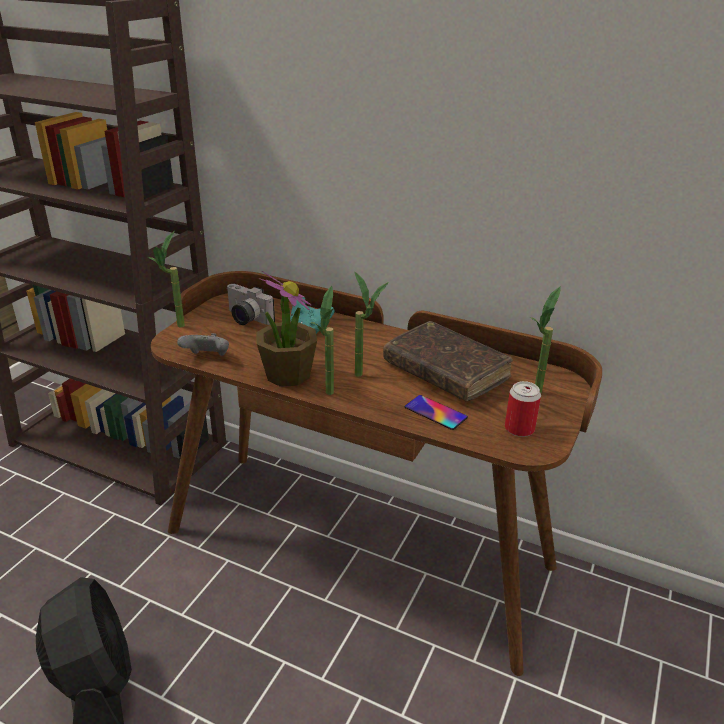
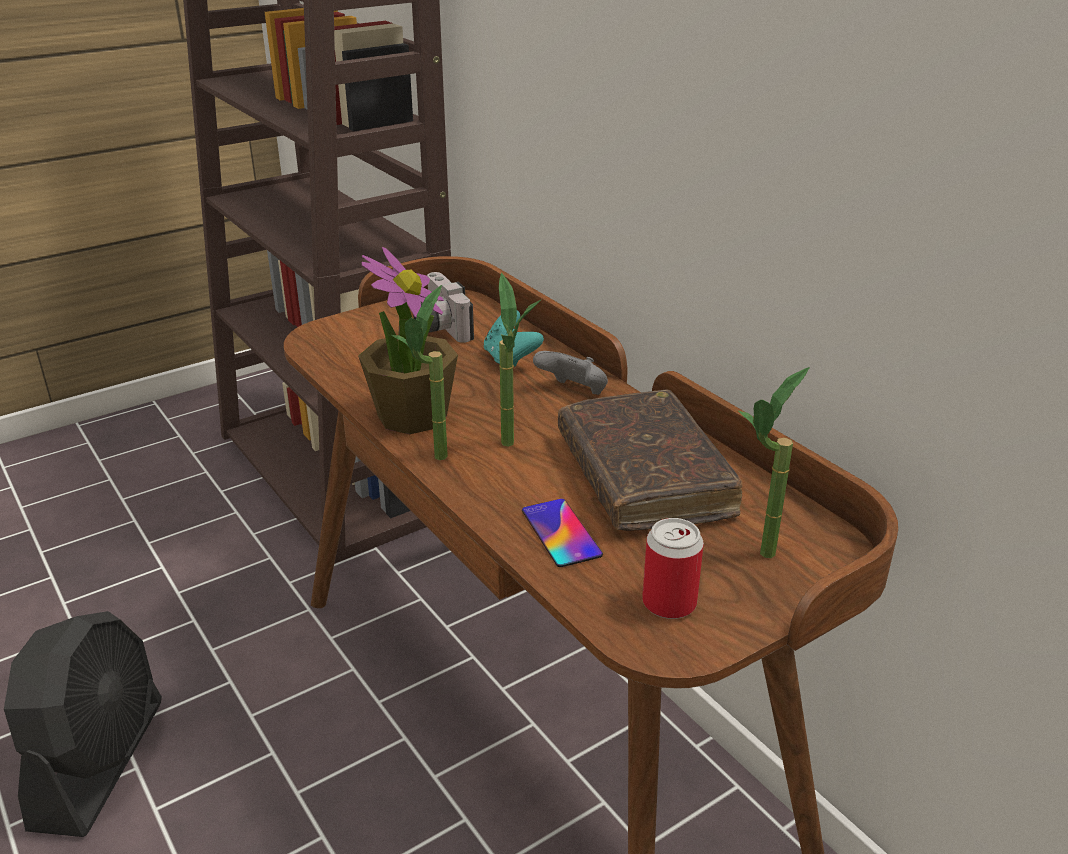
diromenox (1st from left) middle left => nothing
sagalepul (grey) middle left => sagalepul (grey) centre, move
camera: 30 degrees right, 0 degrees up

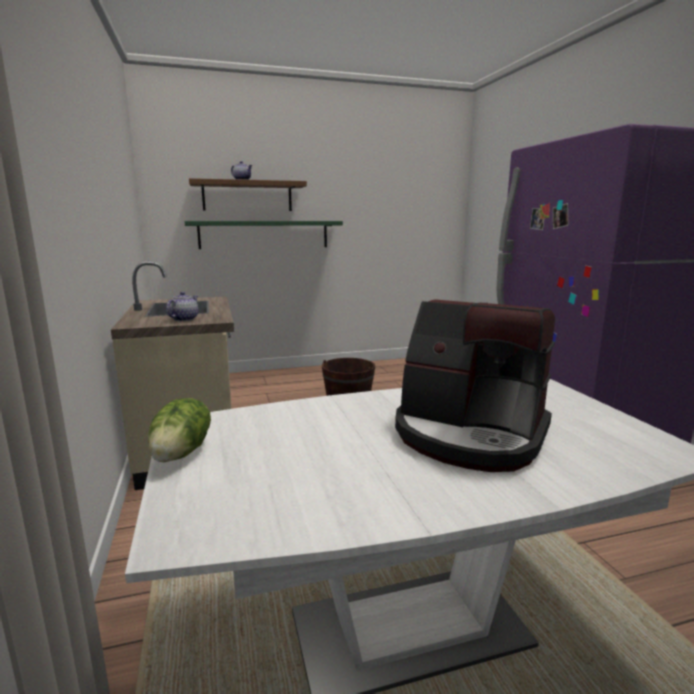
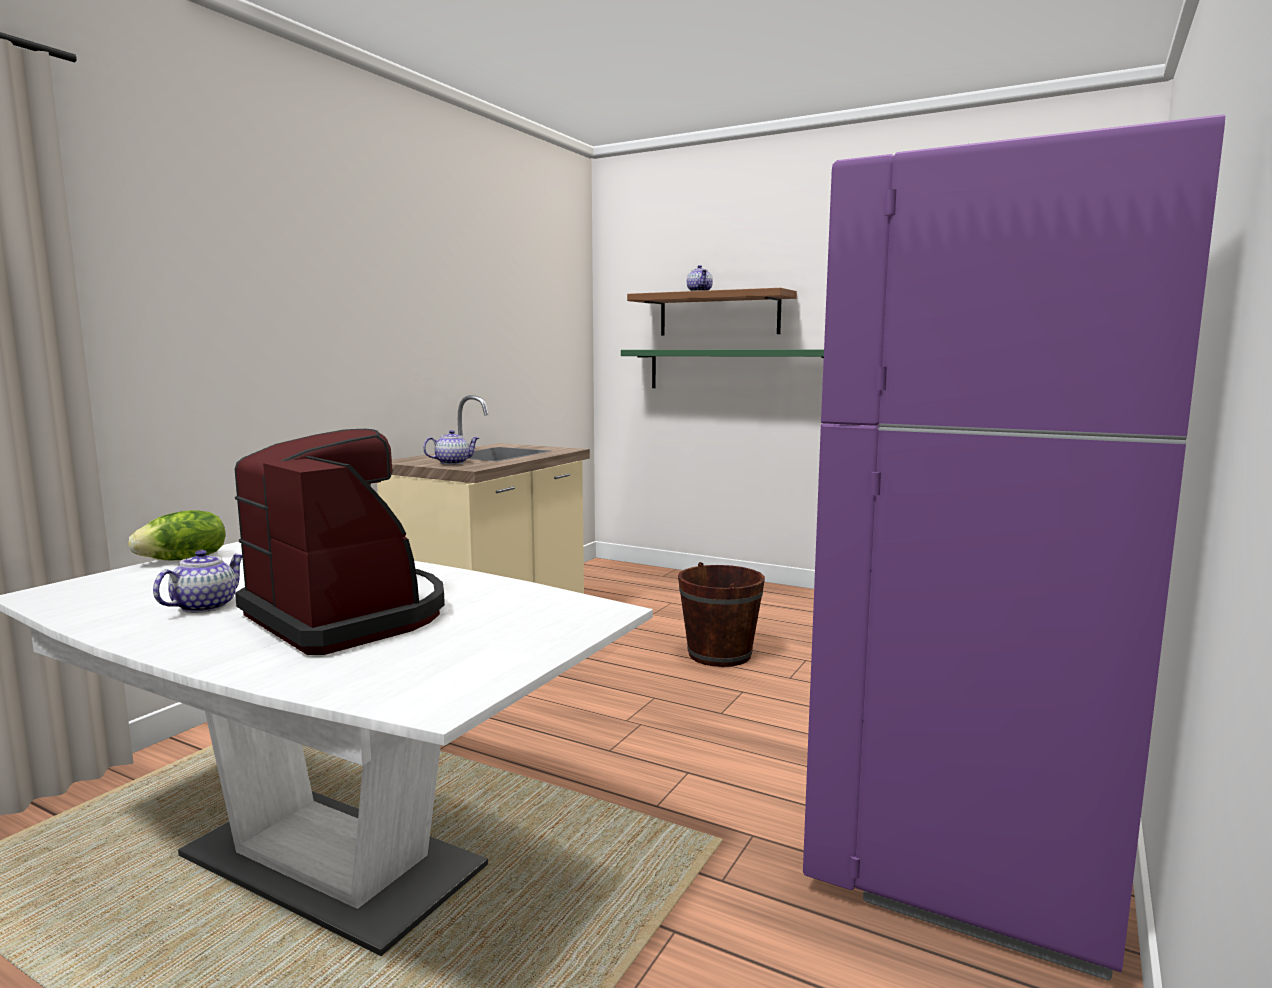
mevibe middle right => mevibe middle left, 150 degrees clockwise
nothing => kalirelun (1st from left) middle left
camera: 45 degrees right, 5 degrees down

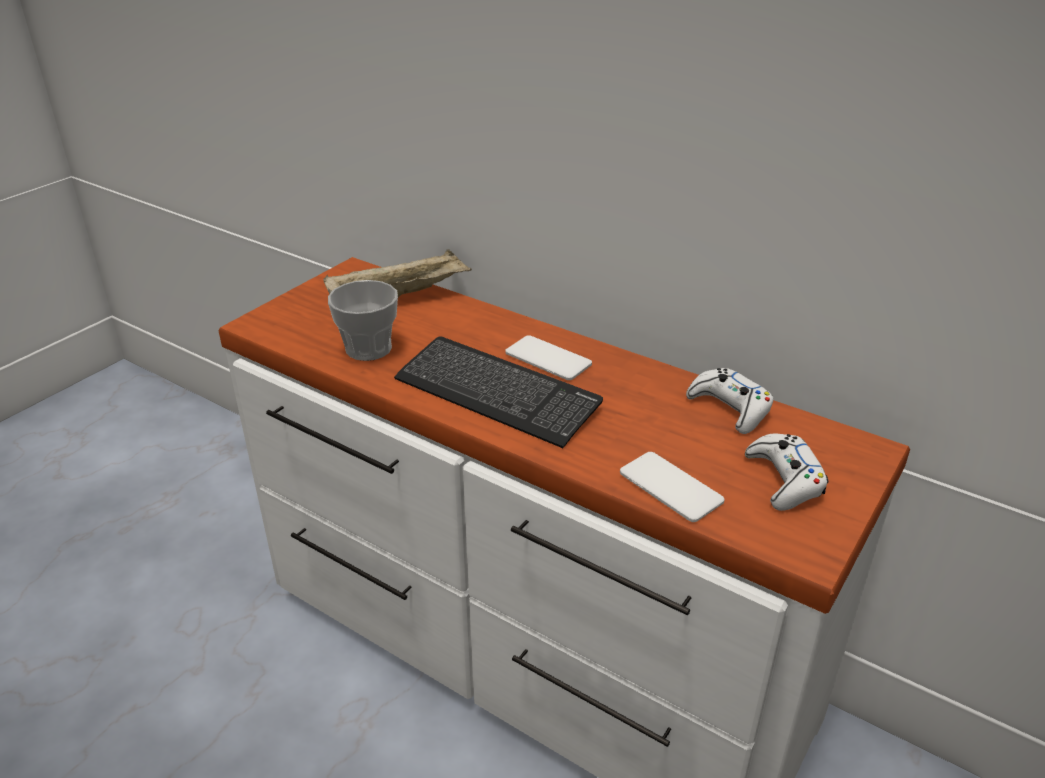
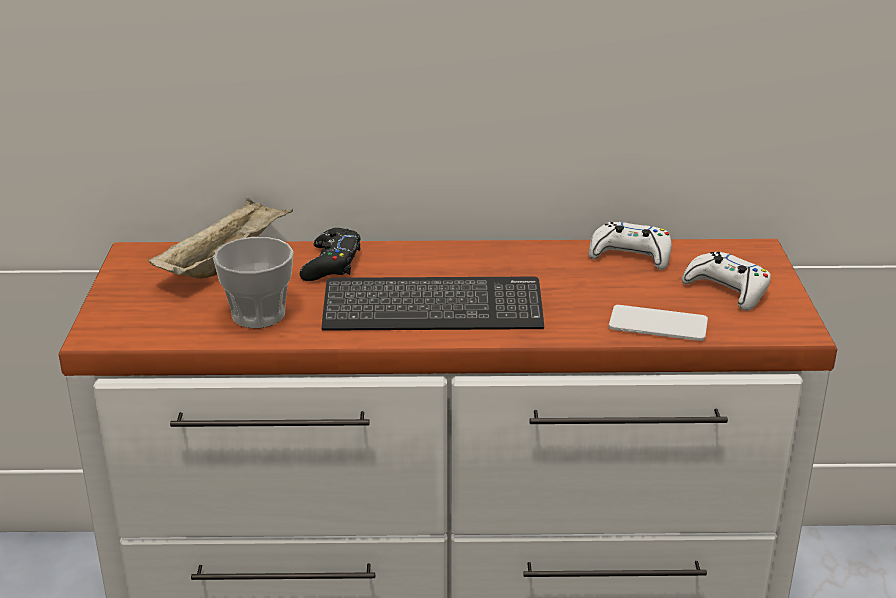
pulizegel (1st from left) centre => nothing
nothing => sagalepul (black) centre
camera: 35 degrees left, 5 degrees down

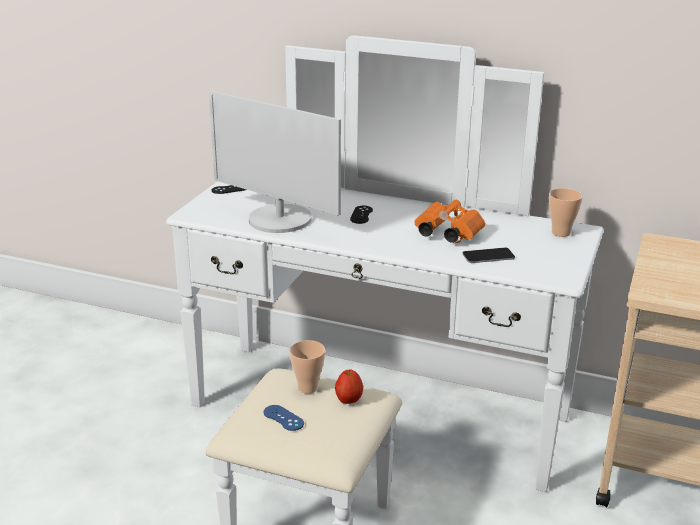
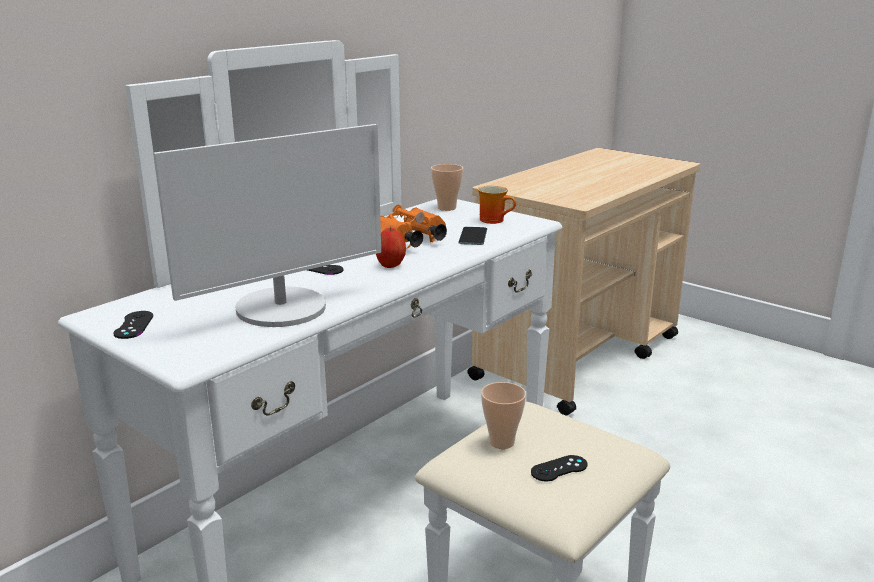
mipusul bottom centre => mipusul centre, move
sagalepul (blue) bottom centre => sagalepul (black) (3rd from left) bottom centre
nothing => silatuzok centre
camera: 70 degrees left, 5 degrees down

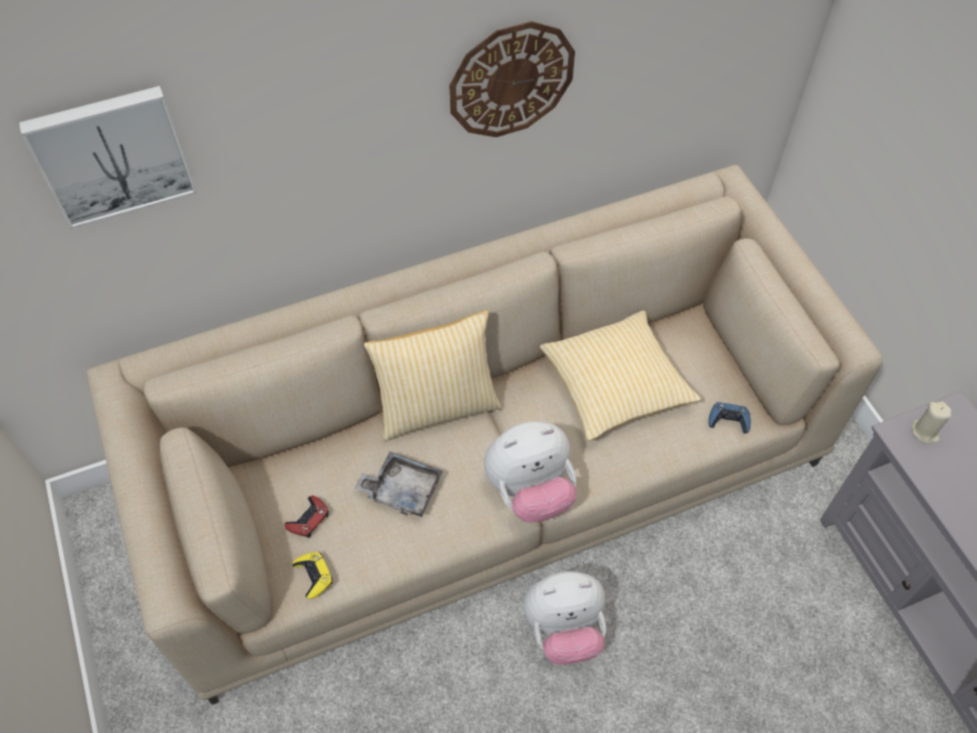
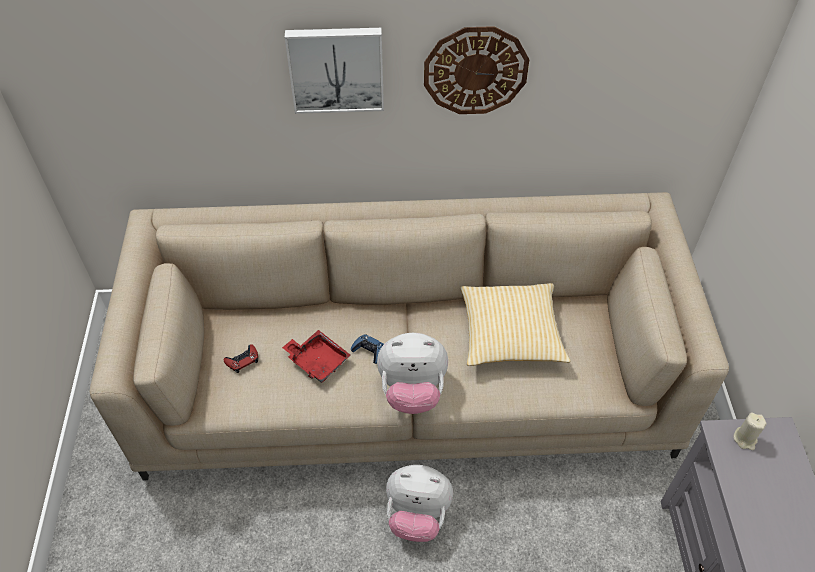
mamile top left => mamile top centre, move
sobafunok (1st from left) centre => nothing
sagalepul (blue) middle right => sagalepul (blue) centre, move
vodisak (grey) centre => vodisak (red) centre
sagalepul (yellow) bottom left => nothing
camera: 20 degrees right, 5 degrees down

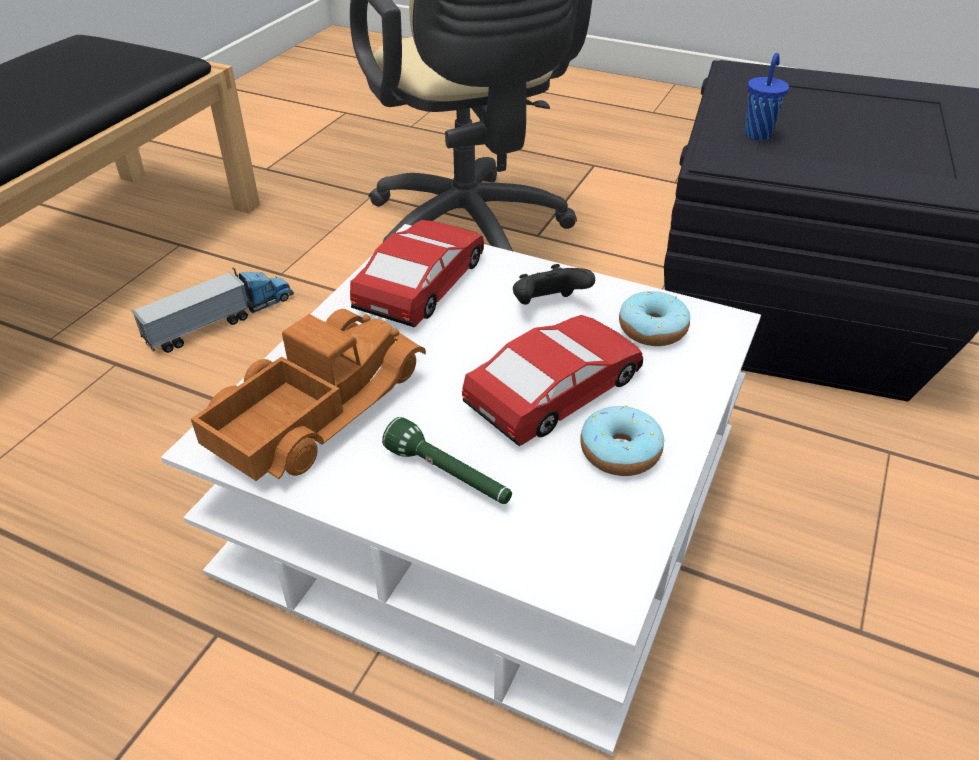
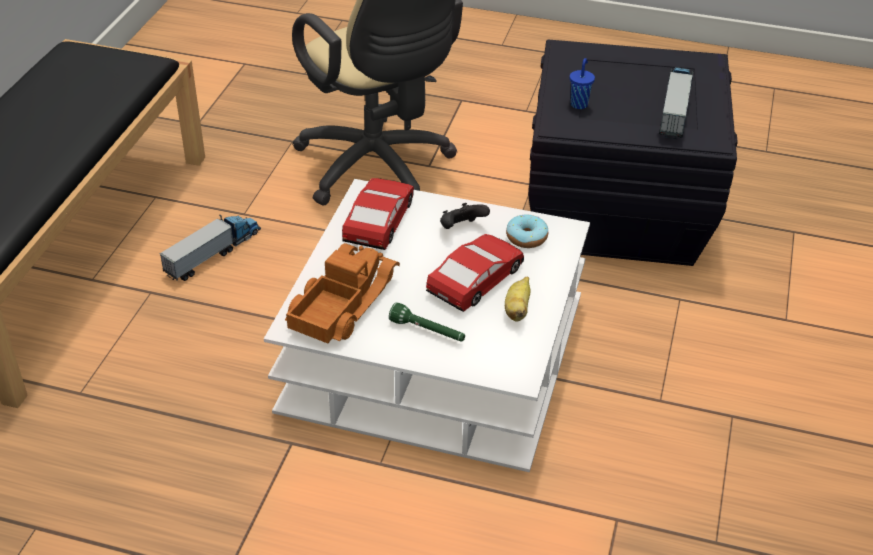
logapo (1st from left) centre => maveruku centre
nothing => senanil (3rd from left) top right
camera: 10 degrees left, 0 degrees up

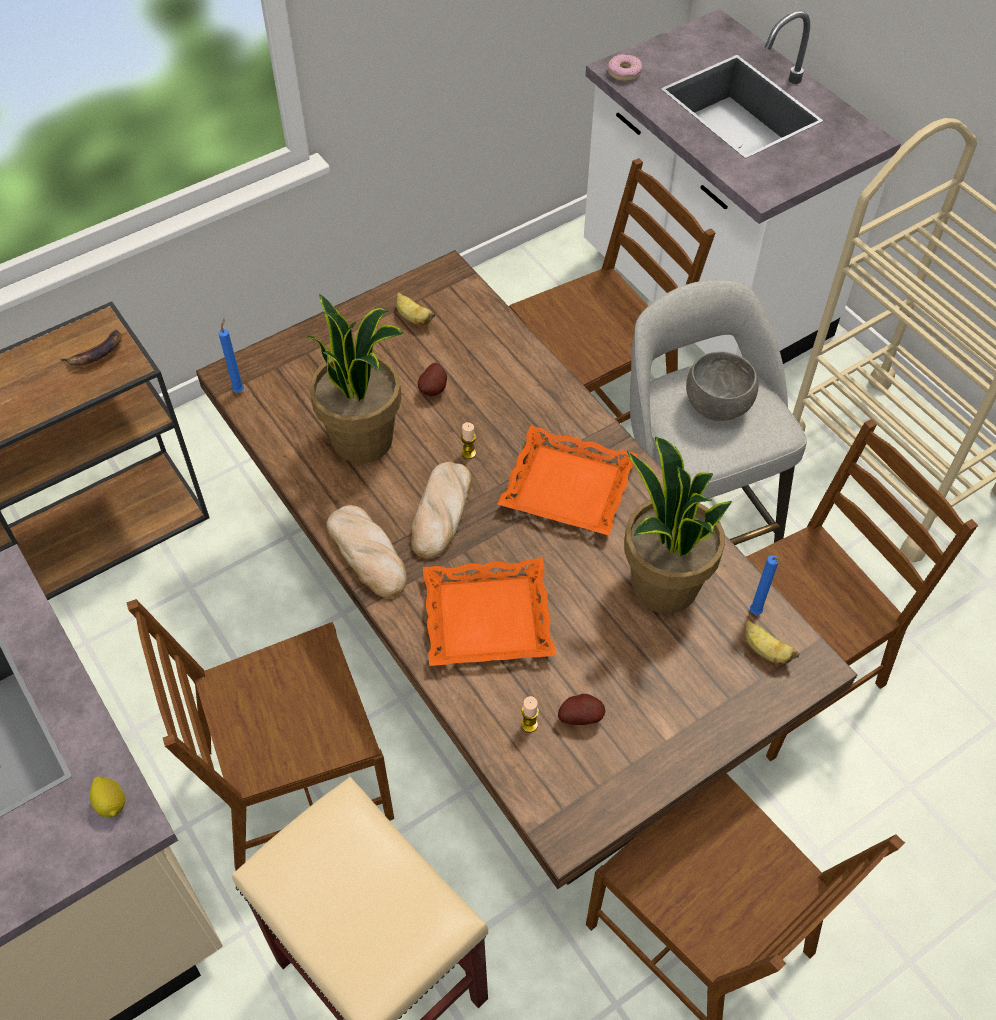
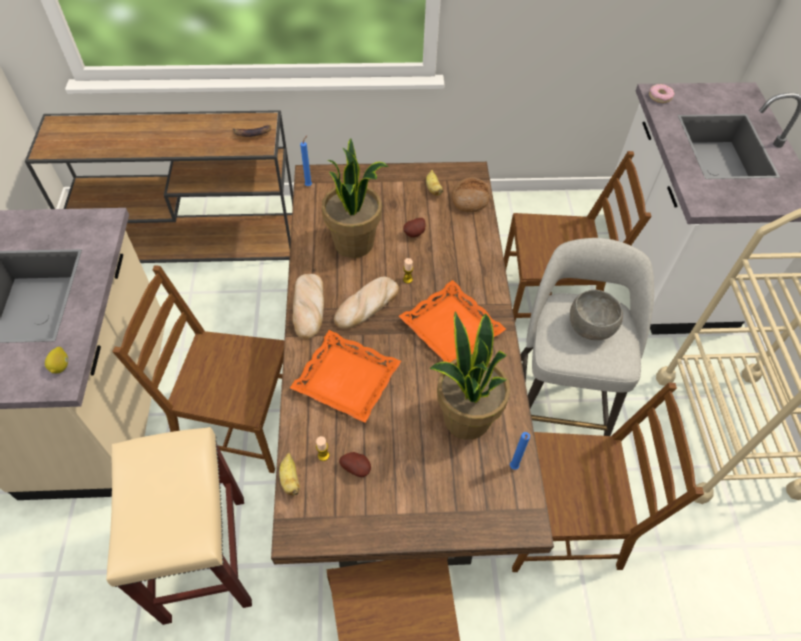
maveruku (3rd from left in the first image) middle right => maveruku (2nd from left) bottom centre, move
nothing => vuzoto (3rd from left) top centre
camera: 30 degrees right, 0 degrees up

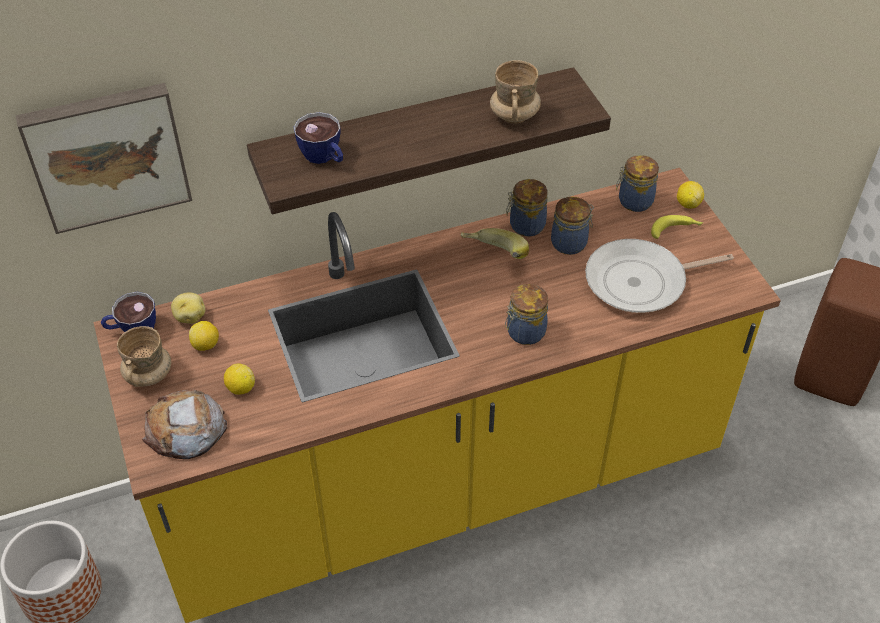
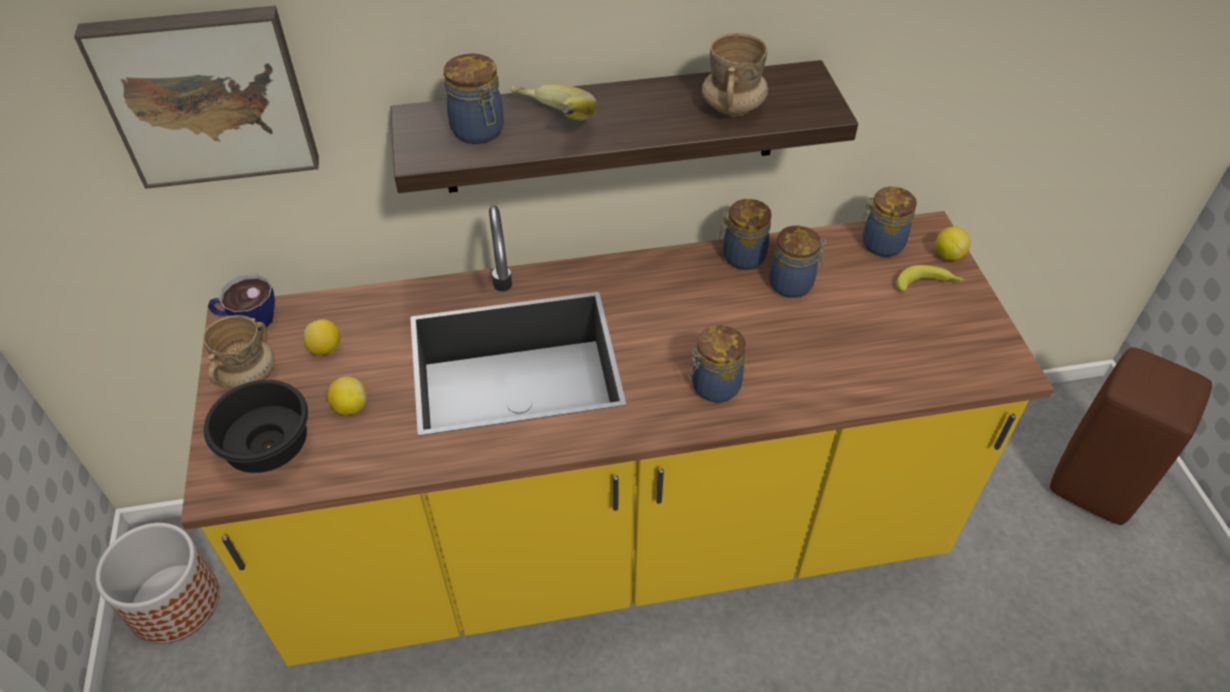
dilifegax (2nd from left) top centre => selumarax (1st from left) top centre
maveruku (1st from left) centre => maveruku (1st from left) top centre, move
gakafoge middle right => nothing
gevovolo middle left => nothing
vuzoto bottom left => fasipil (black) middle left
camera: 10 degrees right, 0 degrees up

